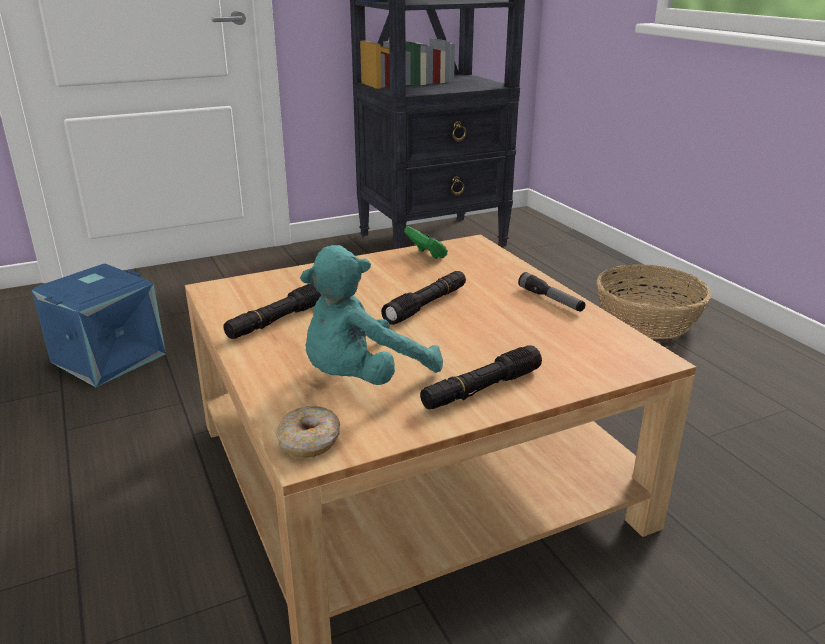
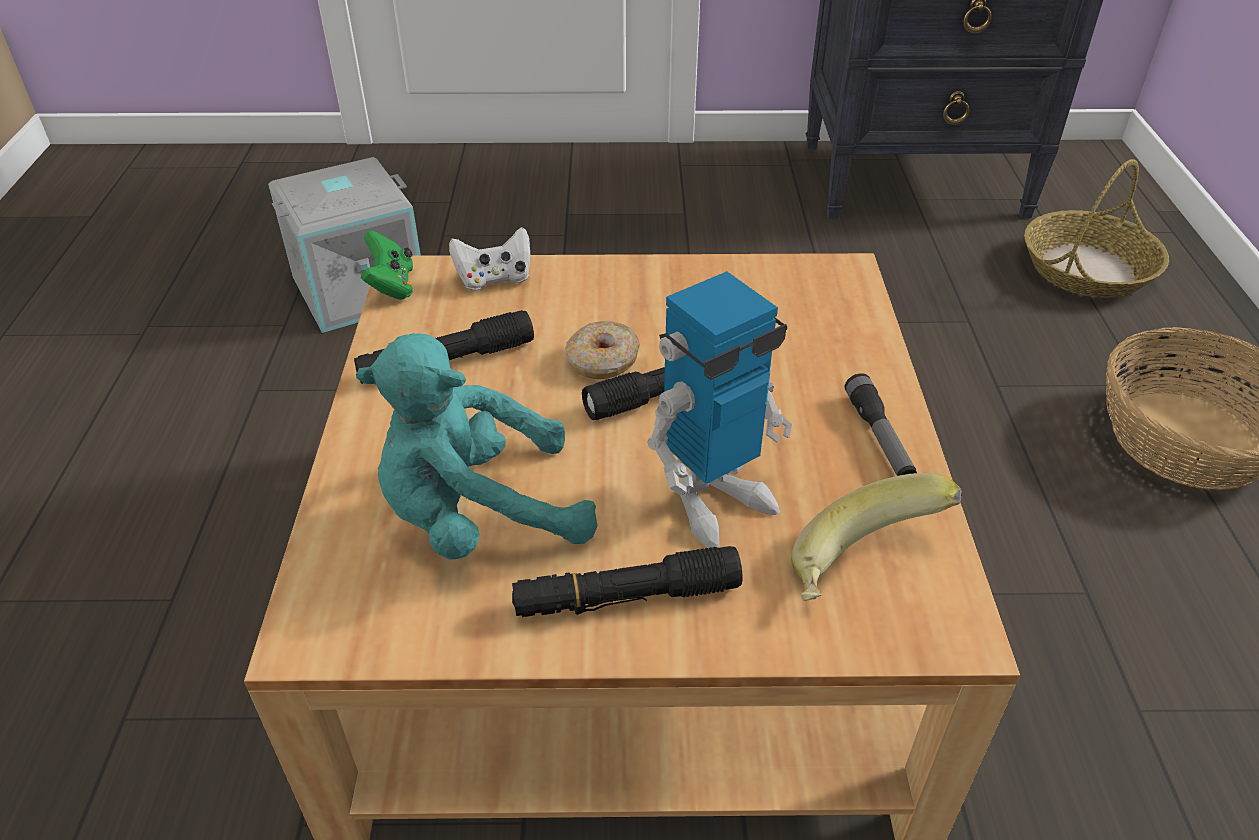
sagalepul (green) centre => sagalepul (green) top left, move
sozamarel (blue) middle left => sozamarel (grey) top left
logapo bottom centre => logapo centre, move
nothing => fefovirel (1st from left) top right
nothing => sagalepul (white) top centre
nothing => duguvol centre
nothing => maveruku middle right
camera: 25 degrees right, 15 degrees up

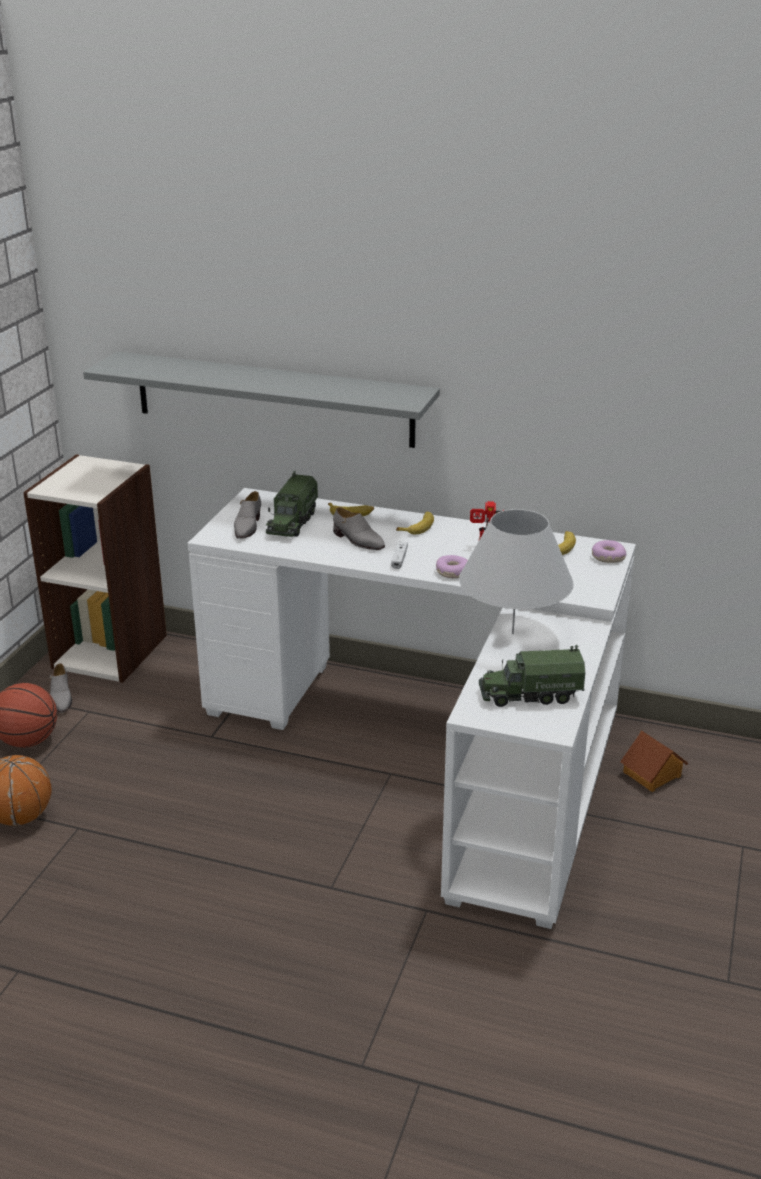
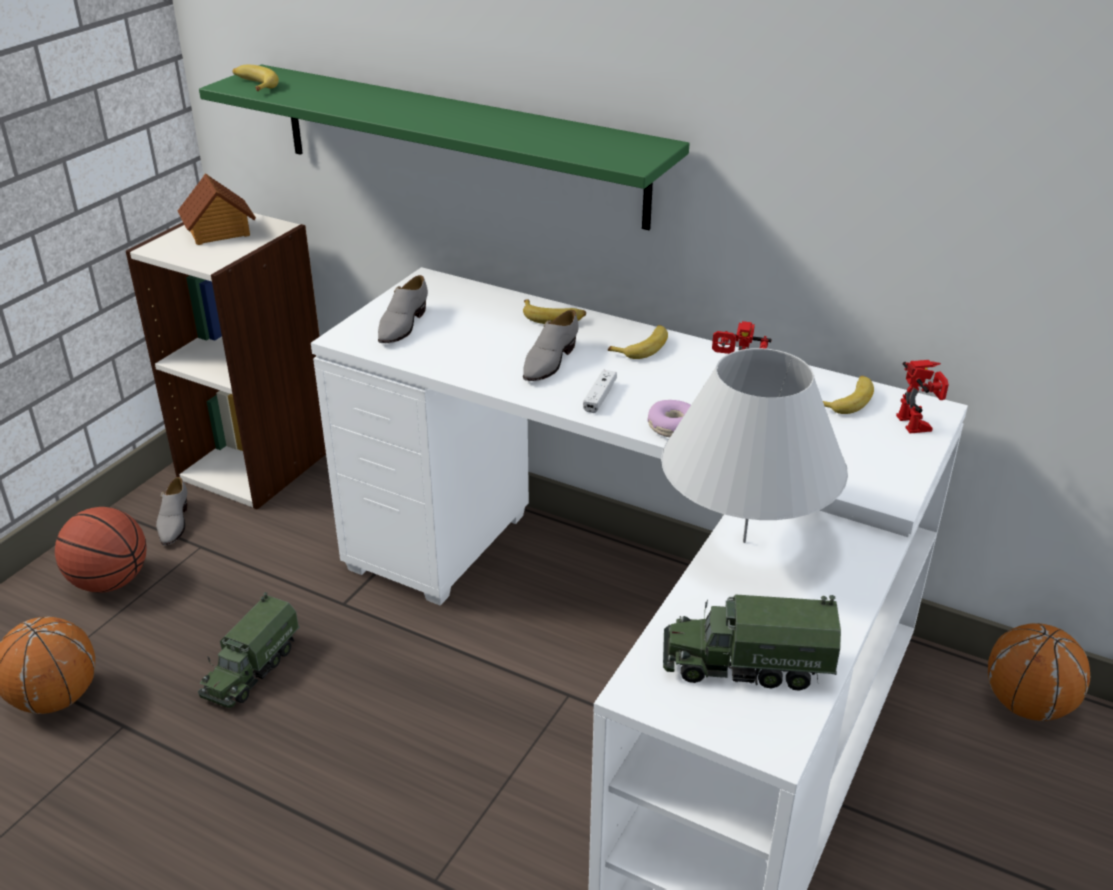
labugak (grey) centre => labugak (green) top centre
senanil (1st from left) centre => senanil (1st from left) bottom left, move
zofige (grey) (3rd from left) centre, 60 degrees clockwise
logapo (2nd from left) middle right => duguvol (2nd from left) middle right
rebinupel middle right => rebinupel top left, move
nothing => maveruku (1st from left) top left
nothing => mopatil (3rd from left) bottom right
camera: 10 degrees right, 5 degrees up

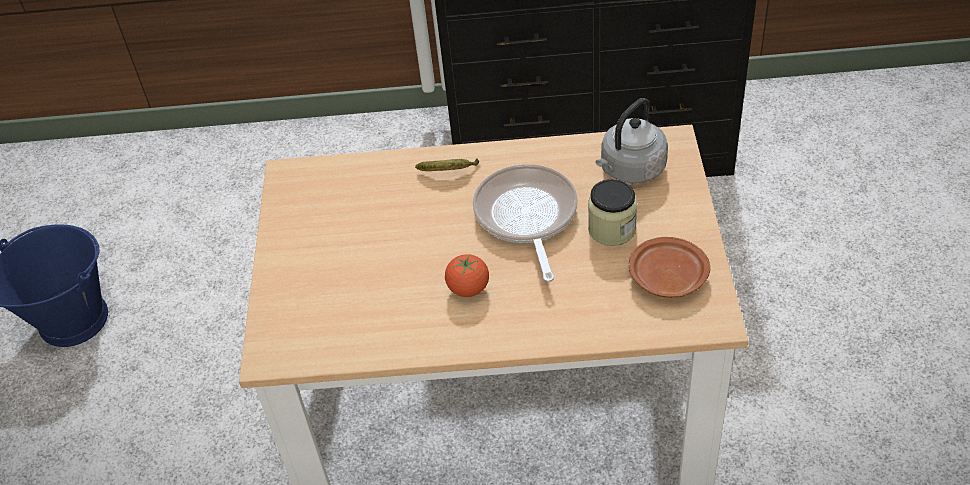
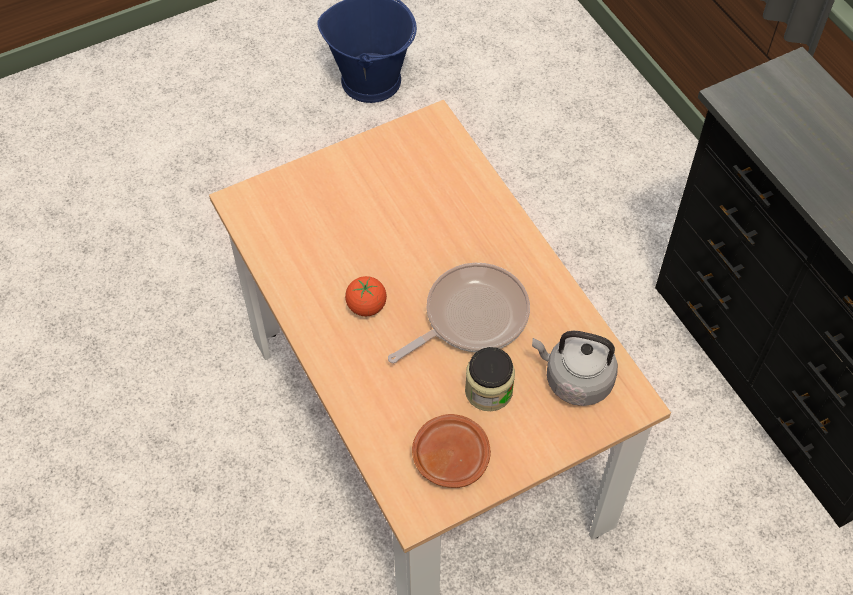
maveruku centre => nothing
camera: 60 degrees right, 10 degrees up

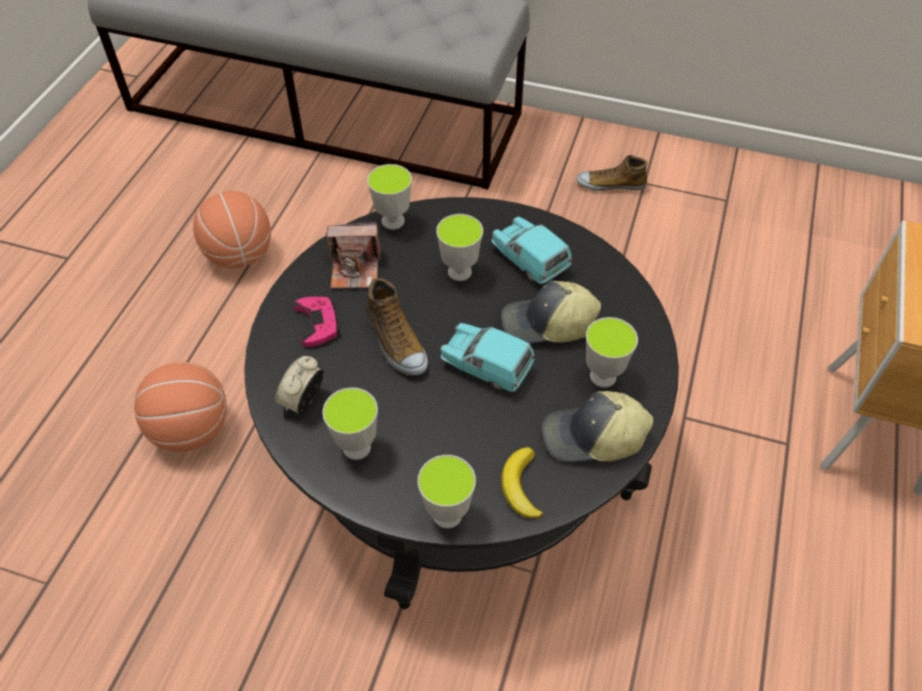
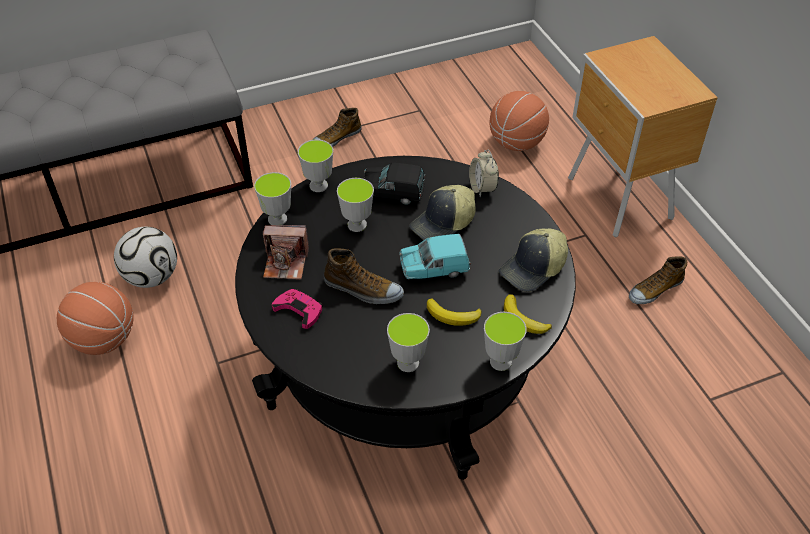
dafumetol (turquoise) (2nd from left) centre => dafumetol (black) centre
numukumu centre, 45 degrees clockwise
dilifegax (5th from left in the first image) centre => dilifegax (2nd from left) top centre, move
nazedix middle left => nazedix top centre, move
mopatil (1st from left in the first image) middle left => mopatil (2nd from left) top centre, move
nothing => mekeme middle left
nothing => zofige (3rd from left) middle right
nothing => maveruku (1st from left) centre
camera: 40 degrees left, 5 degrees down

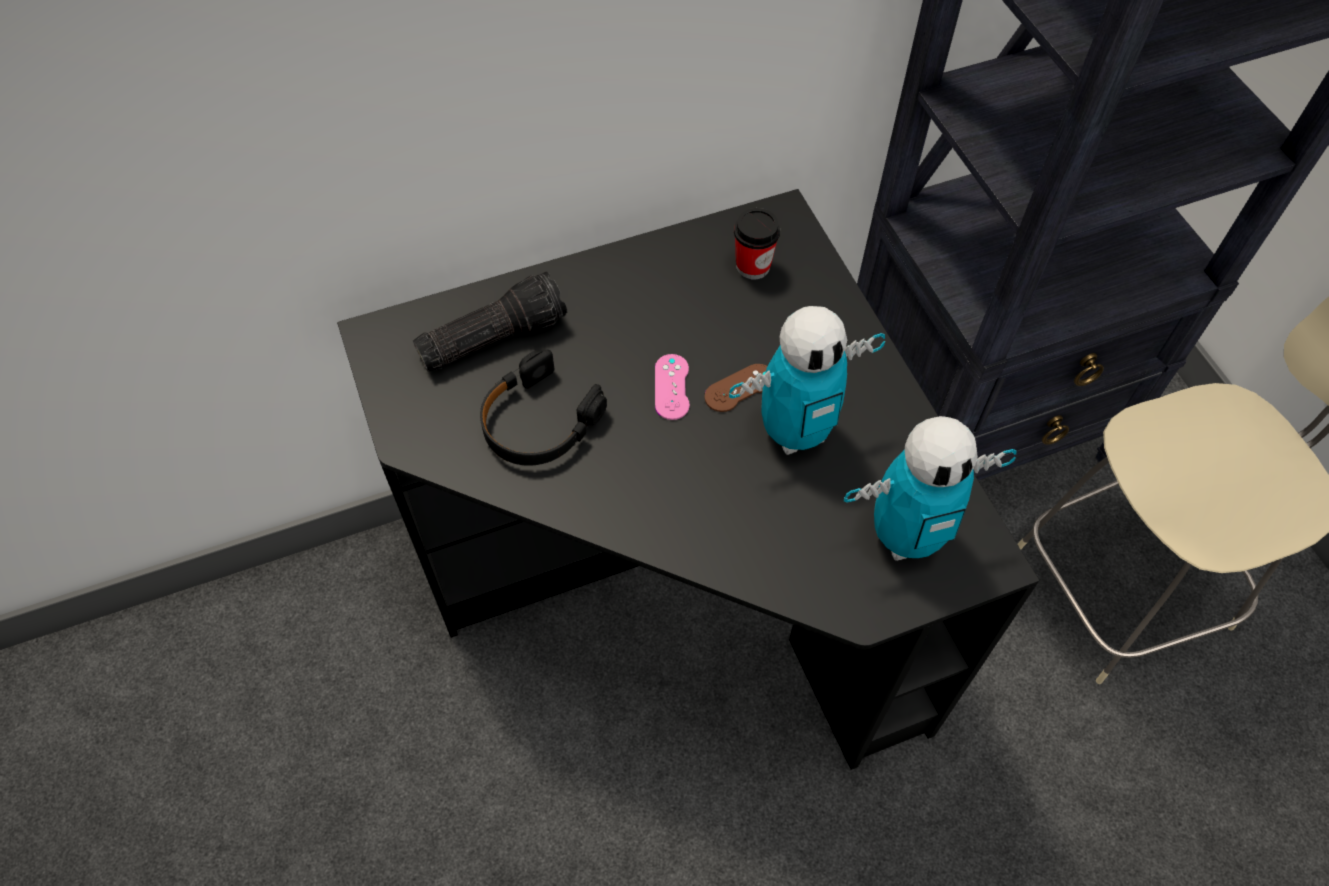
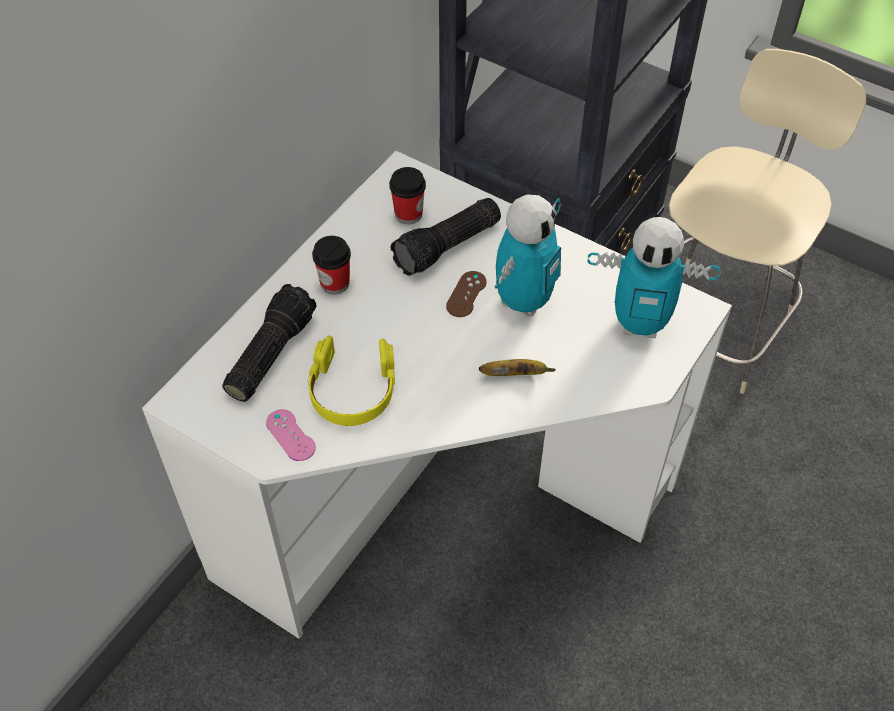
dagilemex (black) centre => dagilemex (white) centre
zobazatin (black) centre => zobazatin (yellow) centre
sagalepul (pink) centre => sagalepul (pink) middle left, move
duguvol (2nd from left) middle right, 60 degrees clockwise
nothing => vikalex (2nd from left) centre
nothing => dilifegax (1st from left) centre
nothing => maveruku centre
camera: 35 degrees left, 5 degrees down

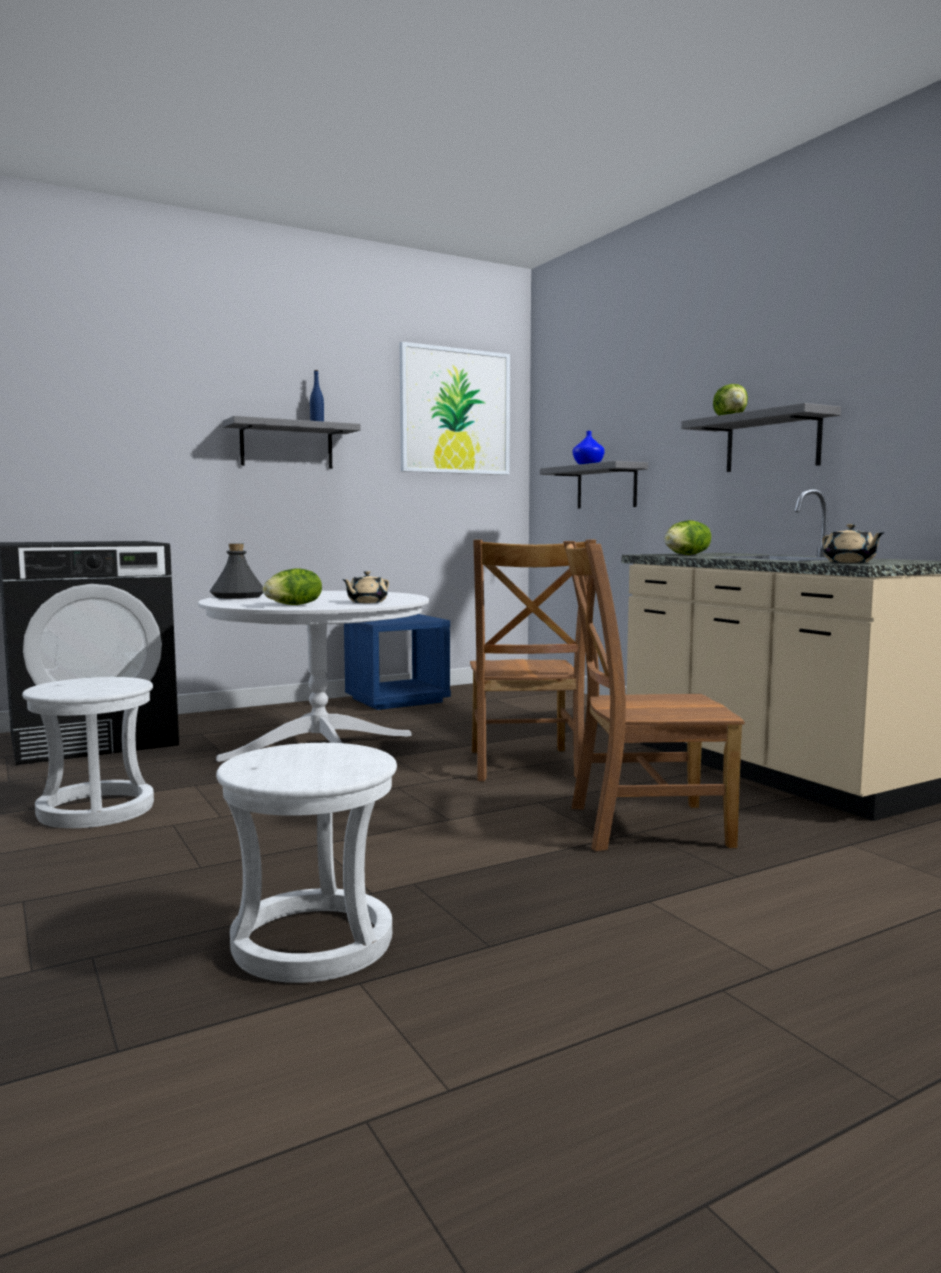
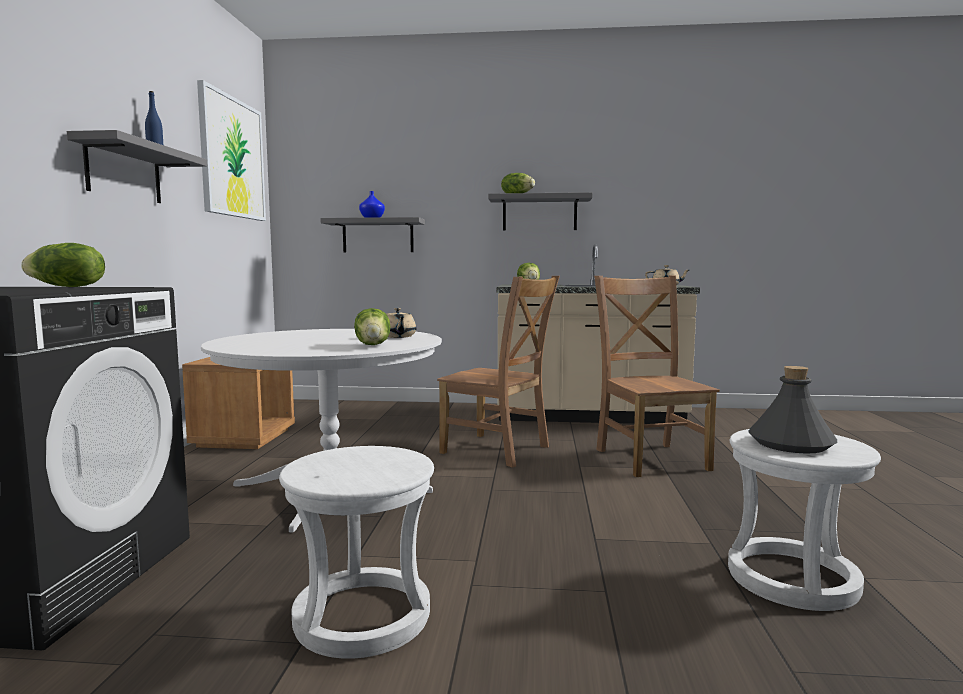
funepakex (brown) (2nd from left) middle right, 135 degrees clockwise
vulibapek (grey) middle left => vulibapek (grey) middle right, move
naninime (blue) centre => naninime (brown) middle left
nothing => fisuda (1st from left) middle left
camera: 55 degrees left, 0 degrees up

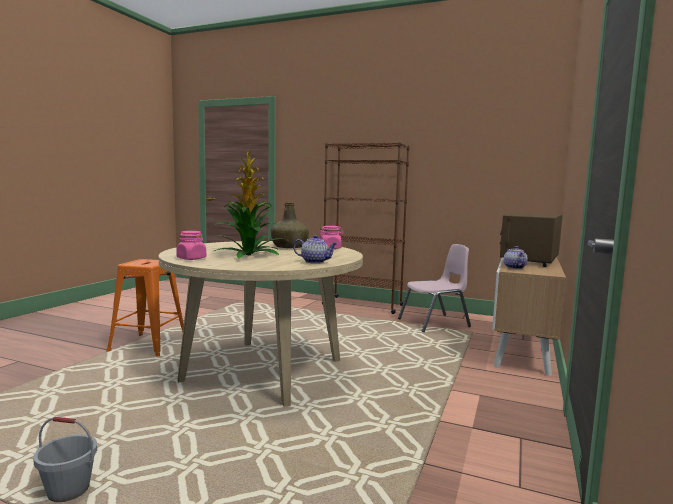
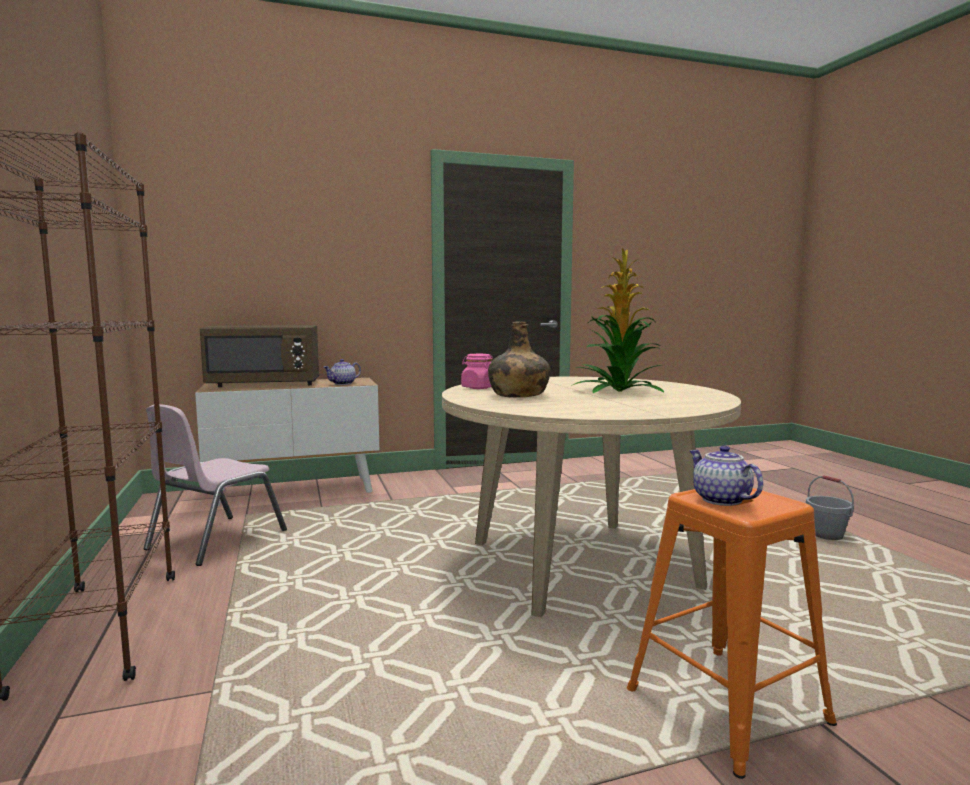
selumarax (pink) (1st from left) middle left => nothing
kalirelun (1st from left in the first image) centre => kalirelun (2nd from left) middle right, move
funepakex (pink) centre => funepakex (pink) middle left, 90 degrees counterclockwise
camera: 130 degrees left, 0 degrees up

